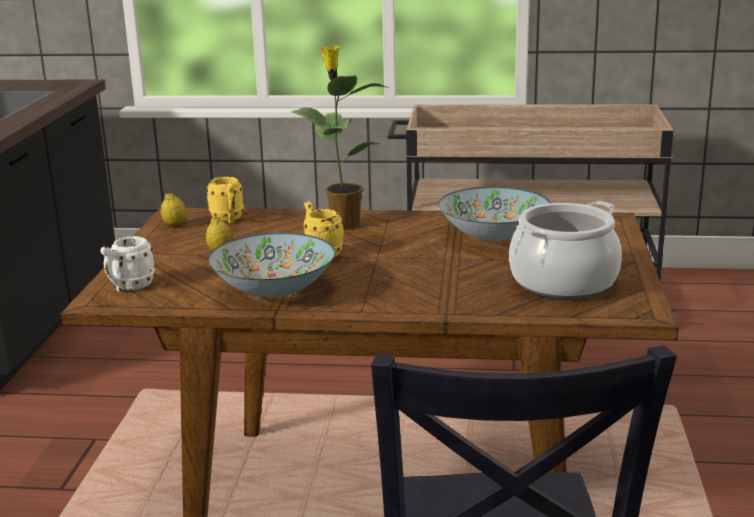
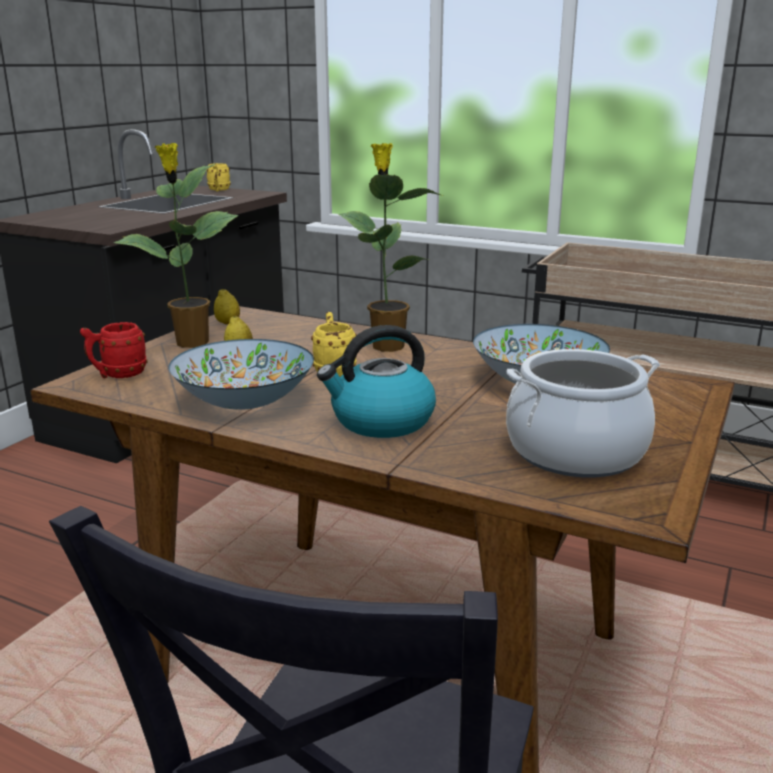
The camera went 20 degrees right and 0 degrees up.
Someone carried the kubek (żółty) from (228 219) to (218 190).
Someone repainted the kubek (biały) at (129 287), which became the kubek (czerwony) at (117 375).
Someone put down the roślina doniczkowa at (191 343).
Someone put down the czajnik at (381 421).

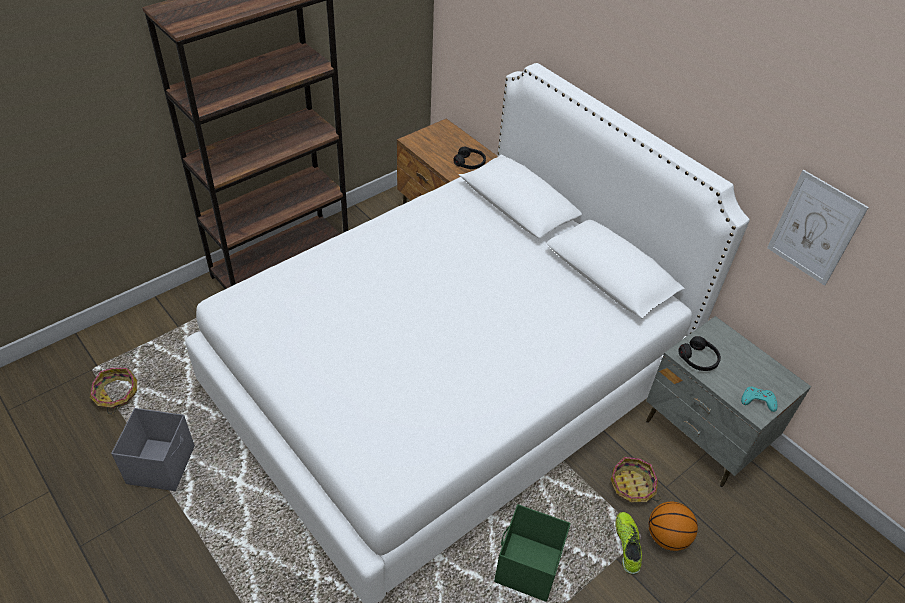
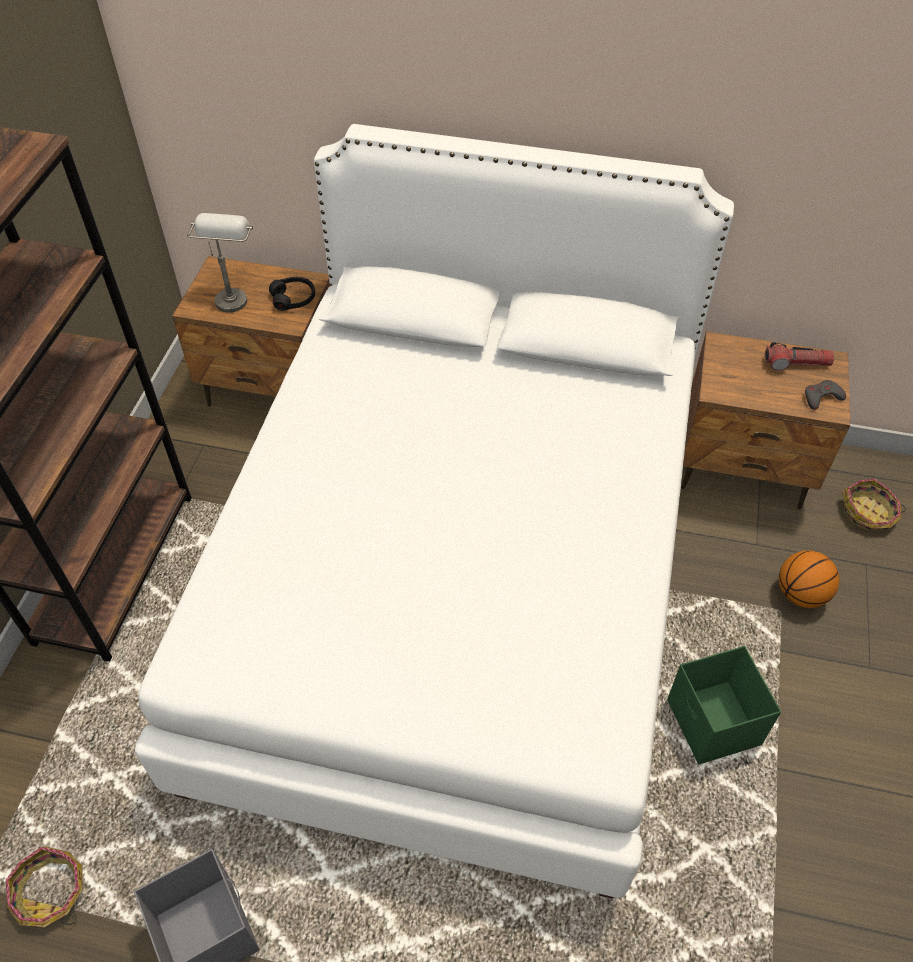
The camera went 35 degrees left and 5 degrees up.
Someone took away the obraz at (815 228).
Someone repainted the szafka nocna (szary) at (704 436), which became the szafka nocna (brązowy) at (743 468).
Someone took away the słuchawki (czarny) at (698 359).
Someone repainted the pad do gier (turkusowy) at (758 400), which became the pad do gier (szary) at (821 397).
Someone carried the koszyk from (632 486) to (868 513).
Someone took away the but at (627 545).
Someone put down the lampa stołowa (szary) at (233 294).
Someone put down the latarka at (796 364).

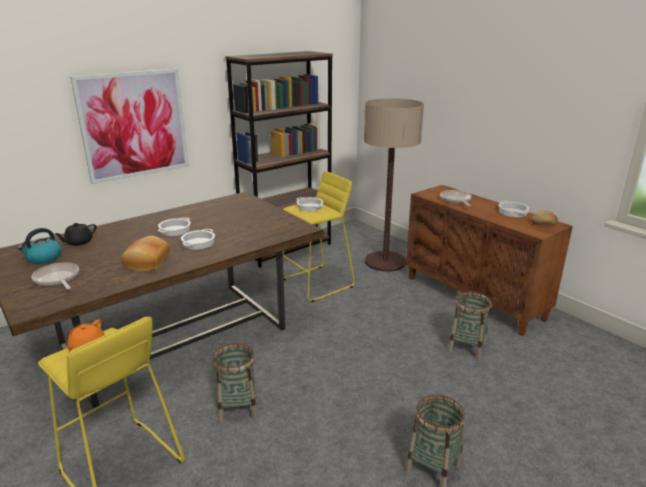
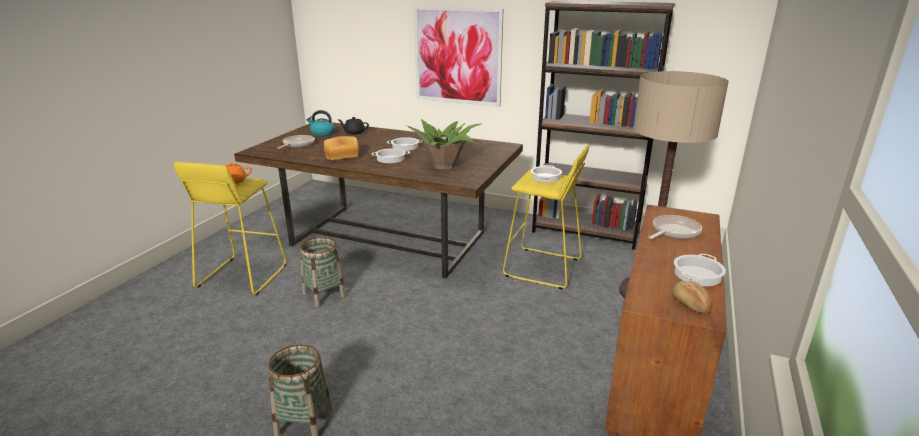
The camera went 60 degrees right and 0 degrees up.
Someone took away the koszyk at (467 347).
Someone put down the roślina doniczkowa at (445 166).

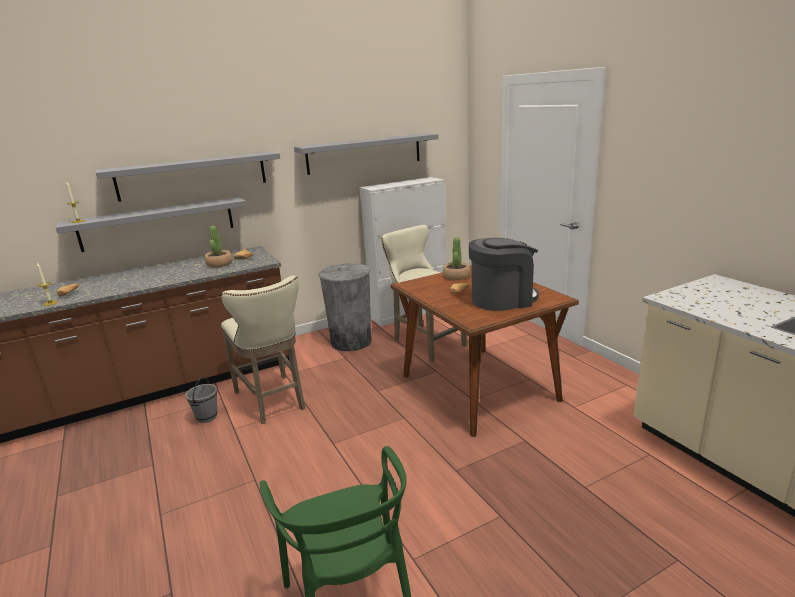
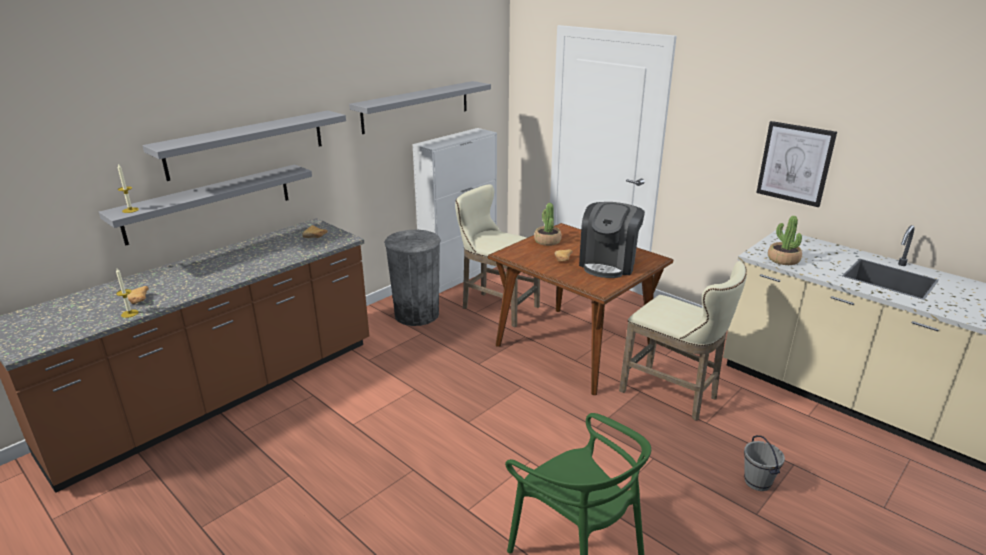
The camera went 20 degrees left and 5 degrees up.
Someone carried the roślina doniczkowa from (219 264) to (783 260).
Someone rotated the ekspres do kawy at (502 299) by 150 degrees clockwise.
Someone carried the stołek (beżowy) from (272 401) to (674 395).
Someone carried the wiadro (szary) from (206 417) to (757 482).
Someone put up the obraz at (795 163).

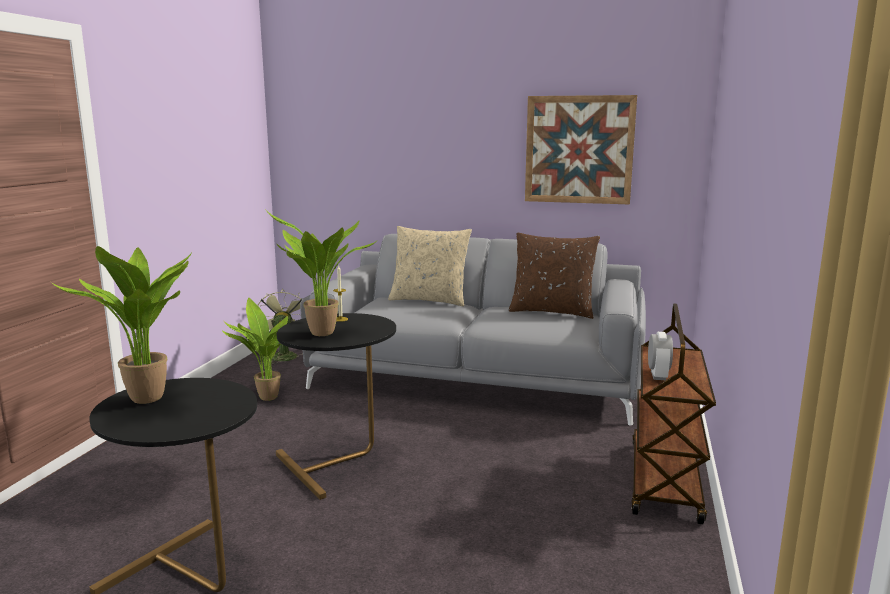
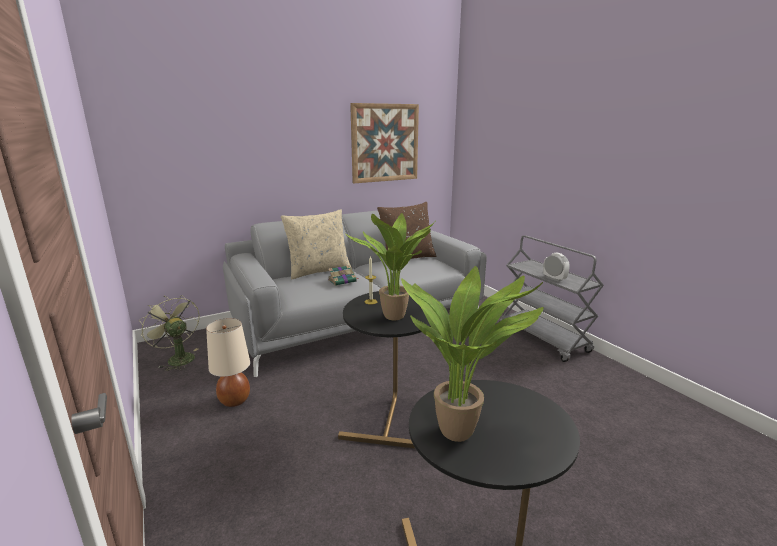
The camera went 45 degrees left and 5 degrees up.
Someone swapped the roślina doniczkowa at (265 398) for the lampa stołowa (beżowy) at (235 400).
Someone repainted the wózek (brązowy) at (665 482), which became the wózek (szary) at (543 339).
Someone put down the książka at (343 280).

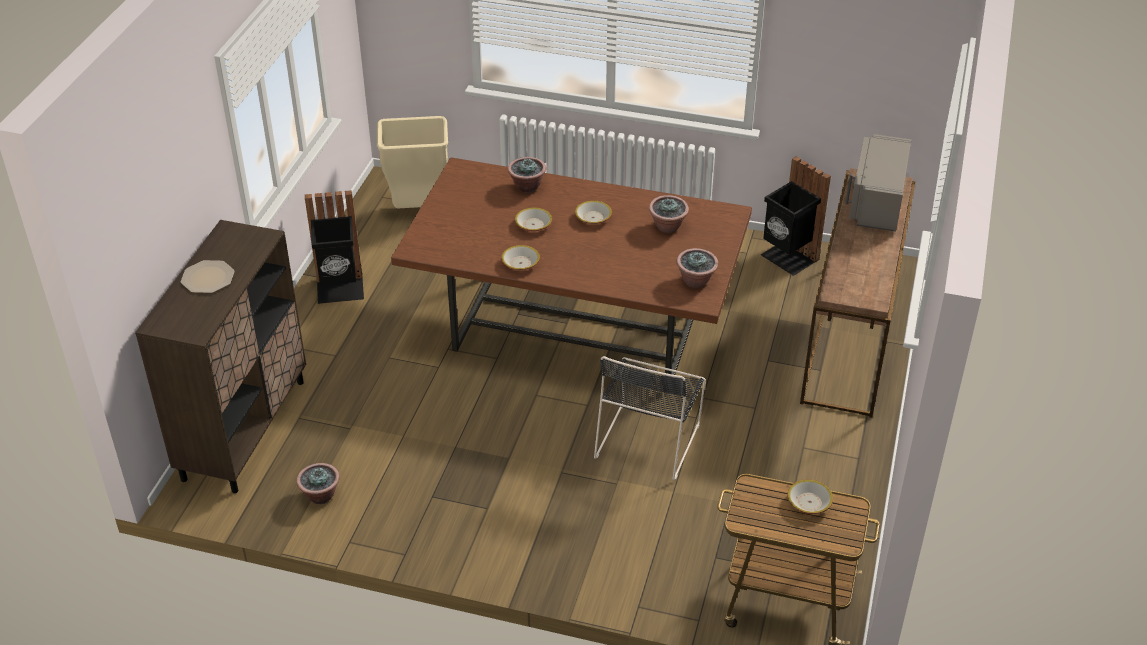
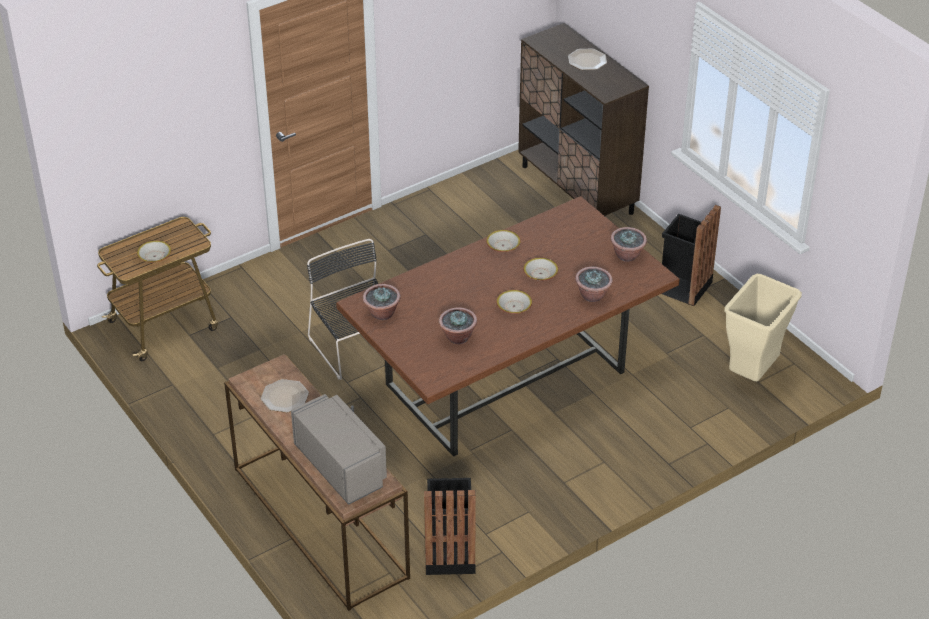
The camera went 130 degrees right and 0 degrees up.
Someone carried the roślina doniczkowa from (320 495) to (627 255).
Someone put down the talerz at (284 397).

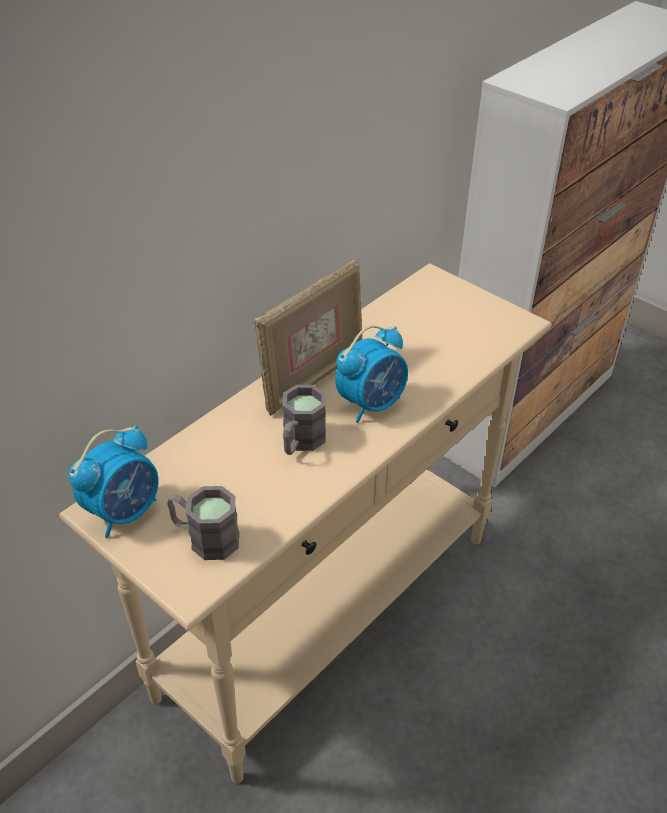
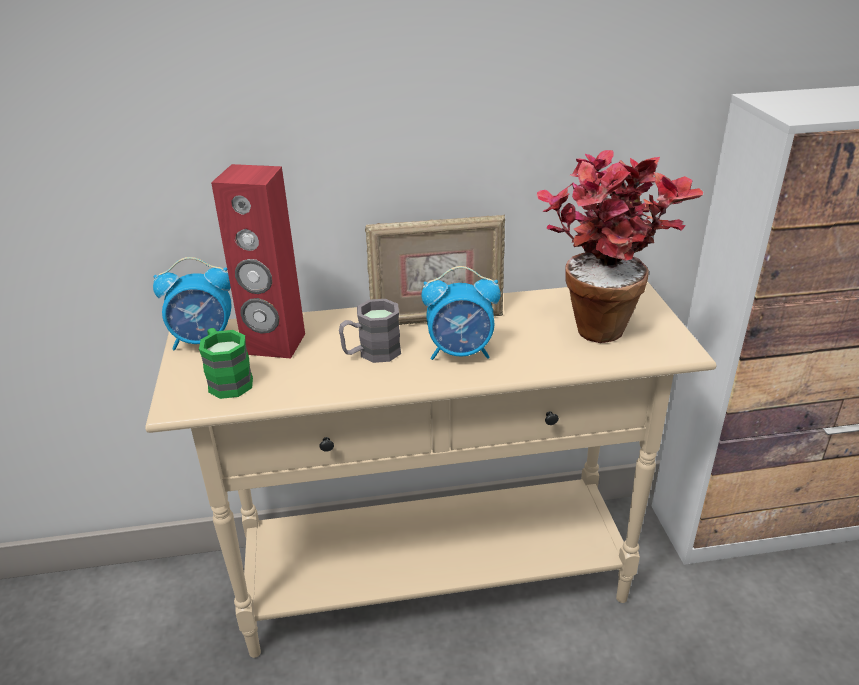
The camera went 40 degrees right and 10 degrees down.
Someone repainted the kubek (szary) at (205 537), which became the kubek (zielony) at (227 379).
Someone put down the roślina doniczkowa at (598 321).
Someone put down the głośnik (czerwony) at (274 344).

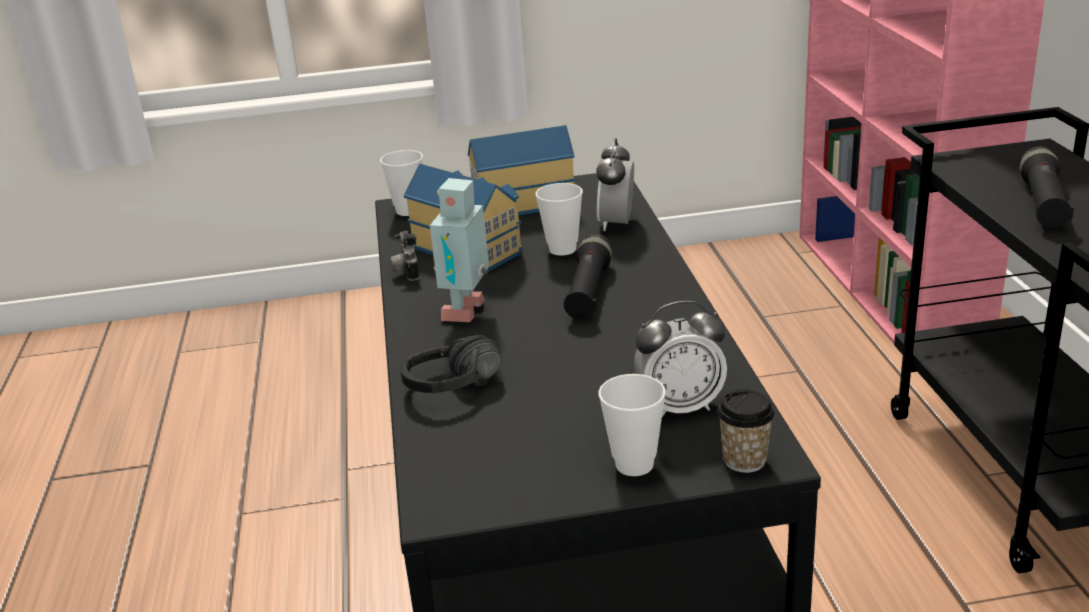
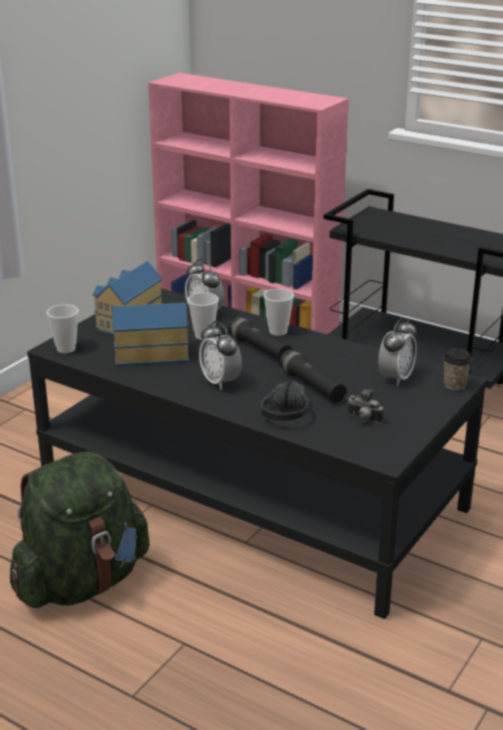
The camera went 50 degrees left and 0 degrees up.
Someone carried the latarka (czarny) from (1042 203) to (311 386).
Someone swapped the robot zabawkowy at (468 311) for the budzik at (220 382).
Someone carried the aparat fotograficzny from (406 272) to (363 420).
Someone carried the filiżanka from (634 464) to (278 331).
Someone put down the plecak (zielony) at (82 582).

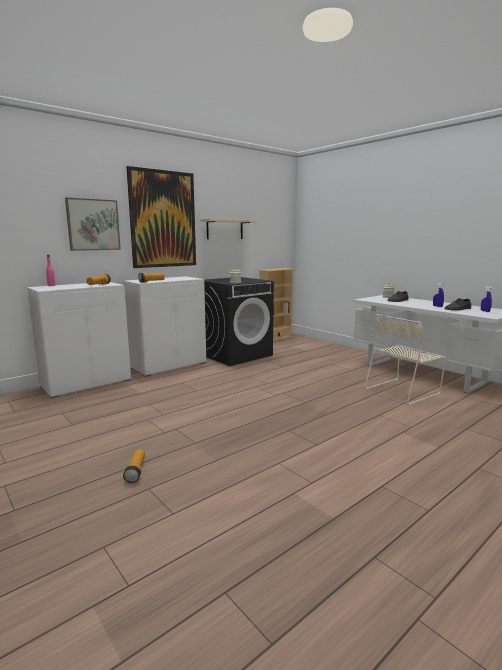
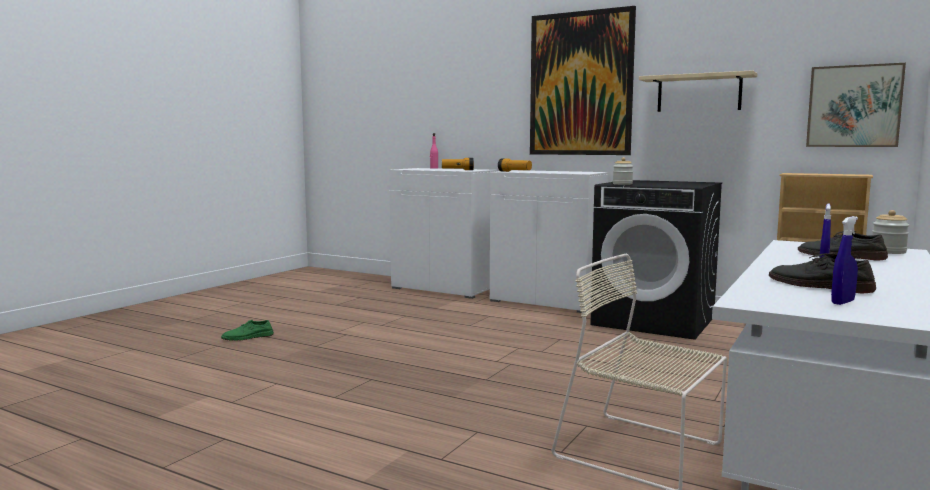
The camera went 70 degrees right and 5 degrees down.
Someone carried the obraz from (93 225) to (854 106).
Someone swapped the latarka at (136 471) for the but (zielony) at (247 337).

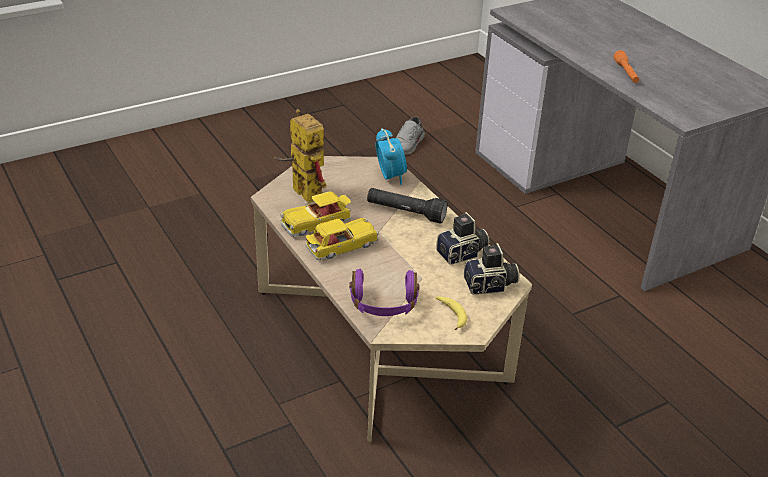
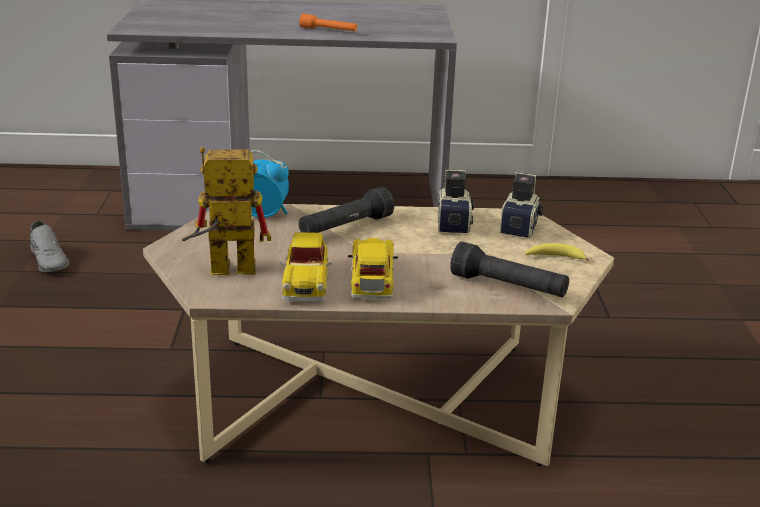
The camera went 60 degrees left and 10 degrees down.
Someone swapped the słuchawki (fioletowy) at (383 304) for the latarka (czarny) at (508 287).

